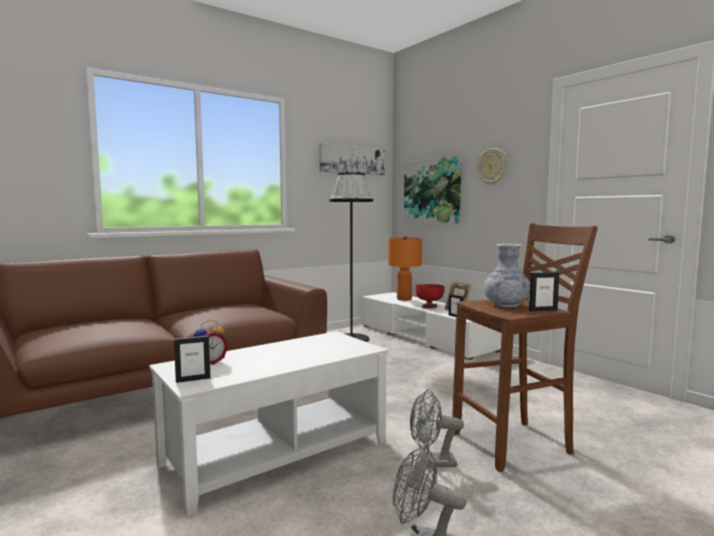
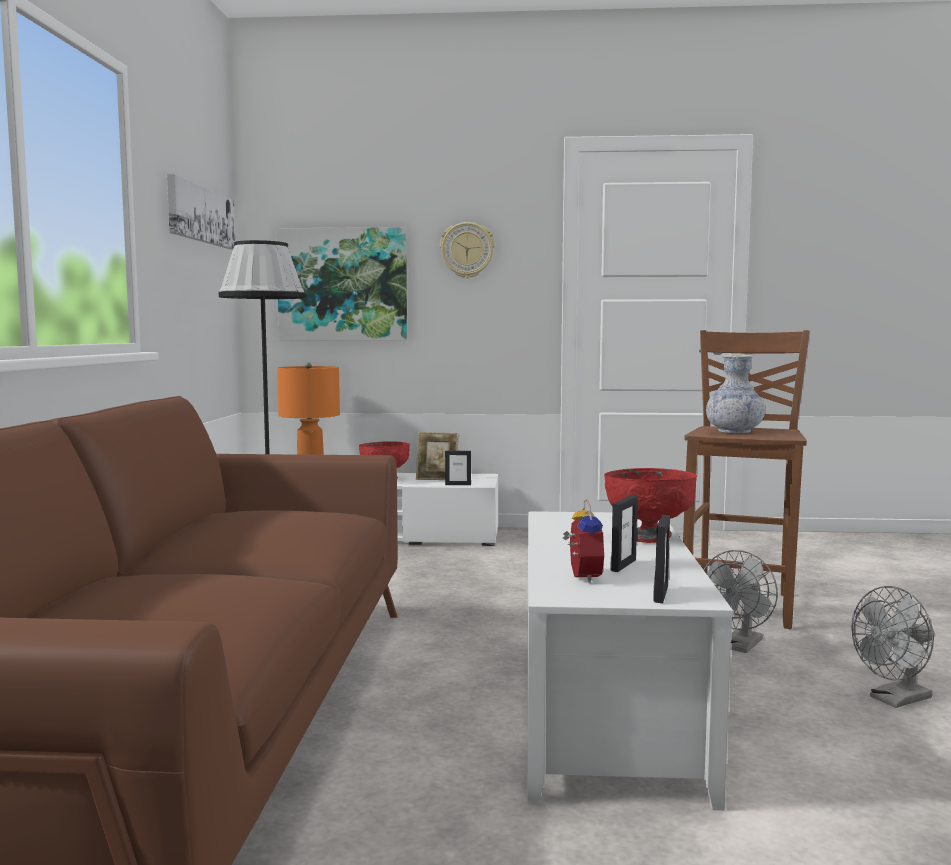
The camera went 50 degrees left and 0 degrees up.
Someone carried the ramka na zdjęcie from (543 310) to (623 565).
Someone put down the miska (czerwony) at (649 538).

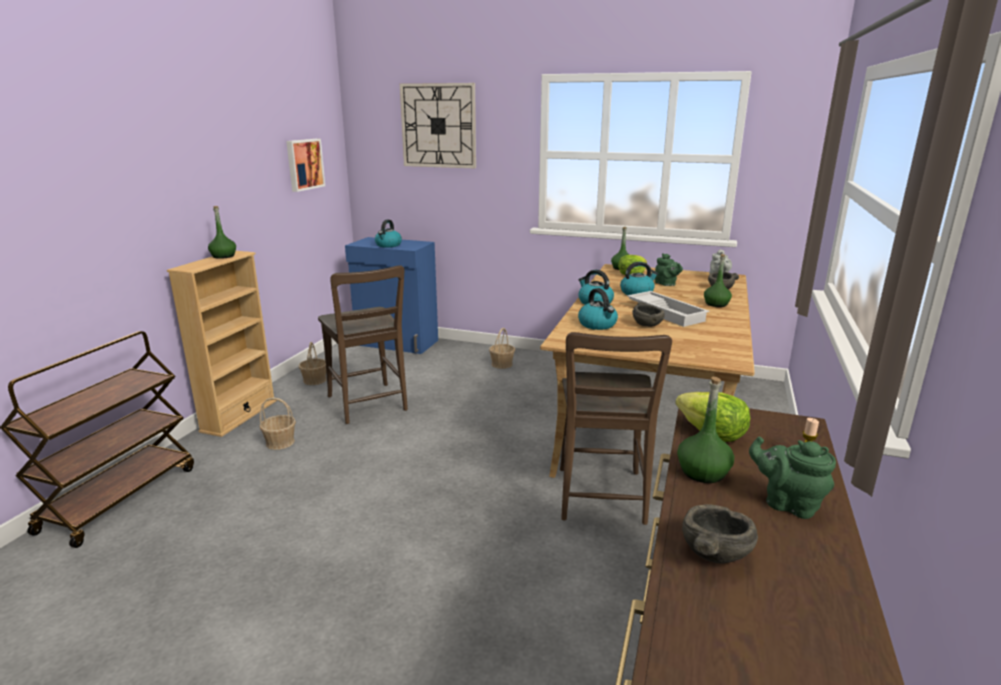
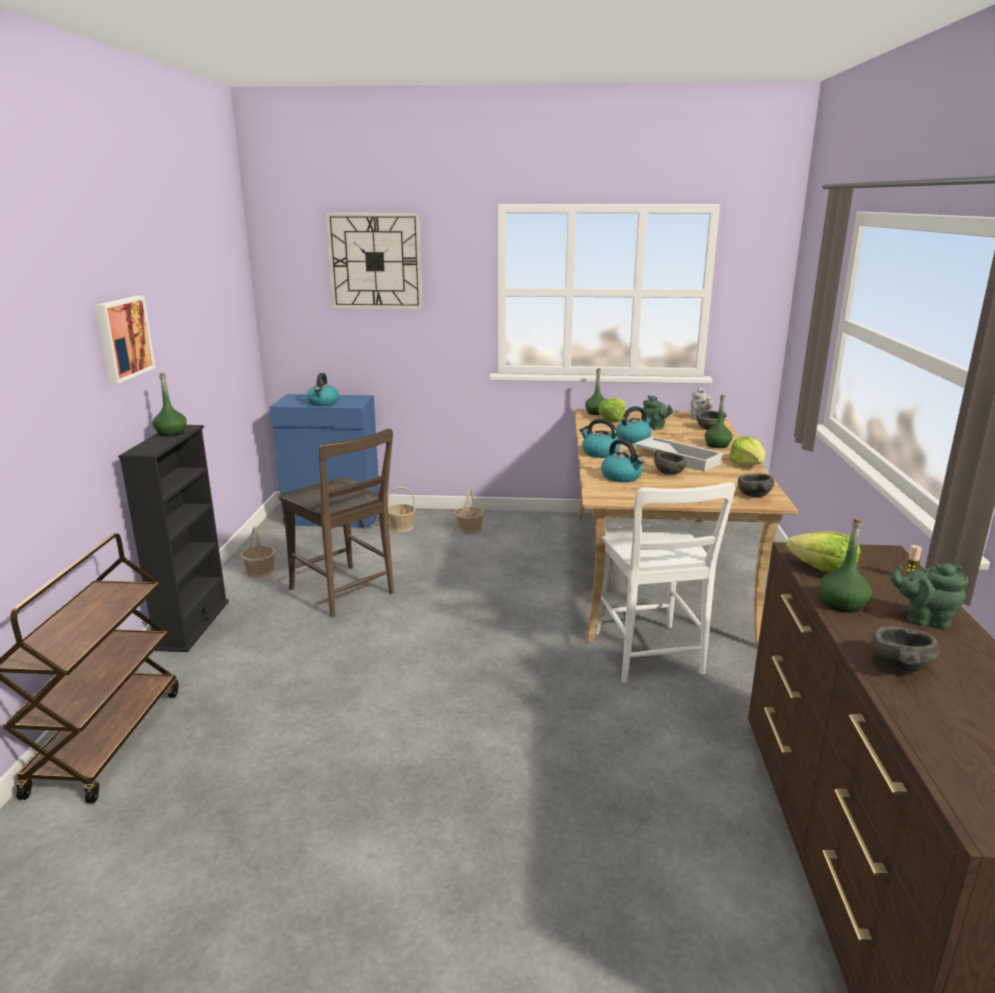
The camera went 15 degrees left and 0 degrees up.
Someone carried the obraz from (304 164) to (122 338).
Someone repainted the regał (beżowy) at (239 416), which became the regał (czarny) at (193 625).
Someone repainted the krzesło (brązowy) at (601 499), which became the krzesło (biały) at (649 656).
Someone carried the koszyk from (280 442) to (401 527).
Someone put down the sałata at (747 464).
Someone put down the miska (szary) at (754 495).

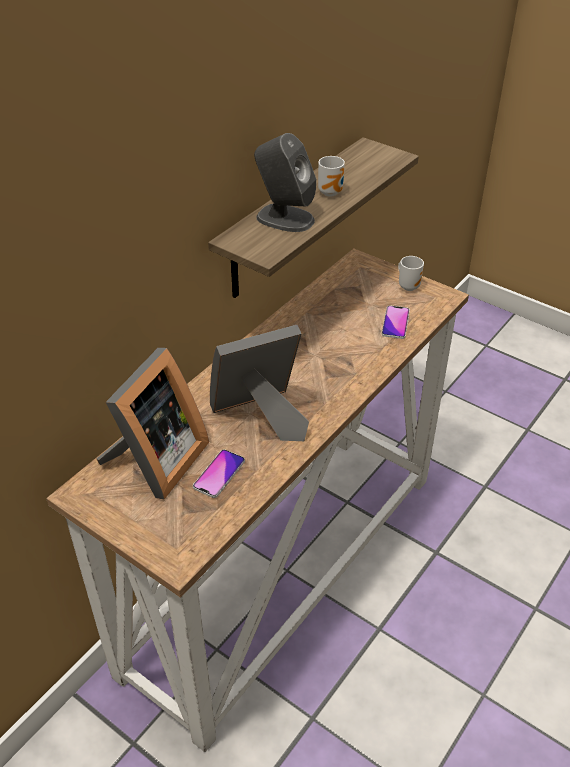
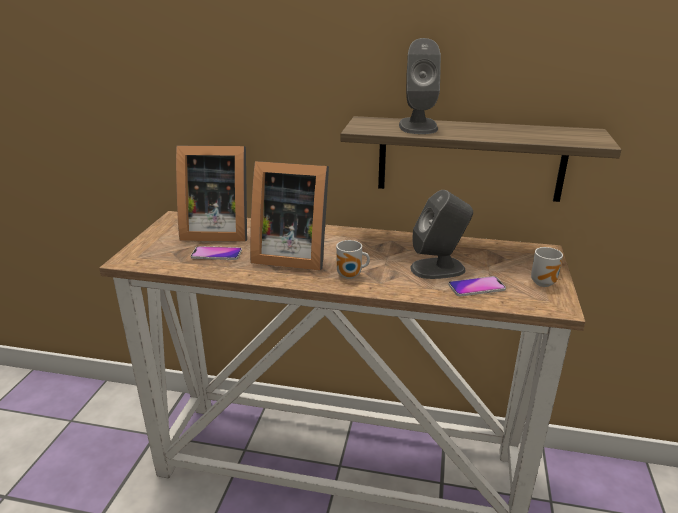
The camera went 65 degrees right and 15 degrees down.
Someone carried the kubek from (332 192) to (351 276).
Someone rotated the ramka na zdjęcie at (261 416) by 150 degrees clockwise.
Someone put down the głośnik (szary) at (438 268).

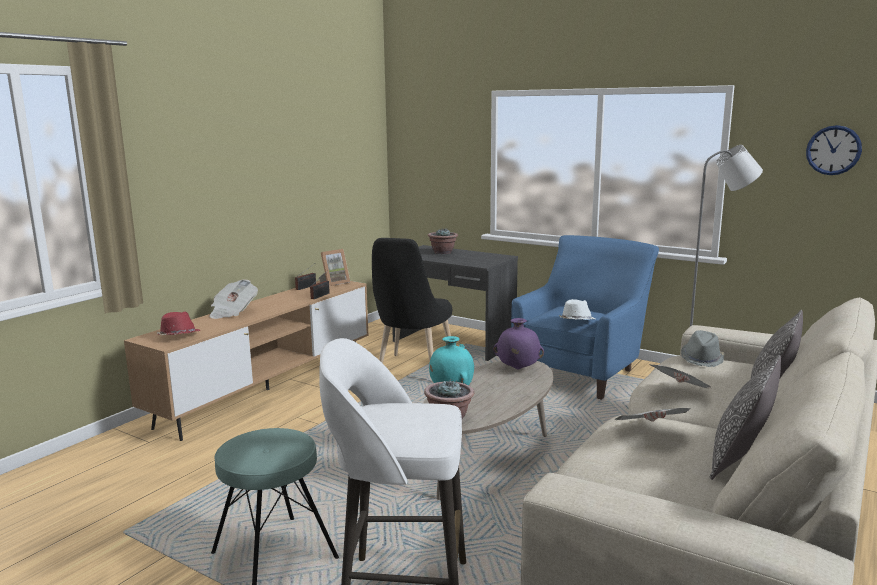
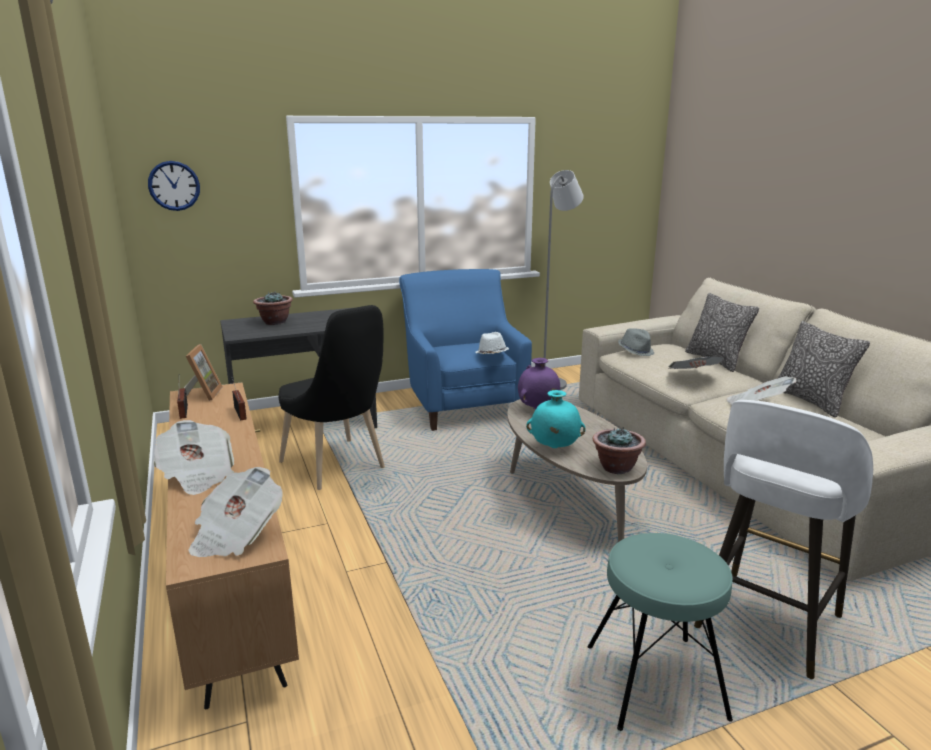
The camera went 55 degrees left and 5 degrees up.
Someone carried the zegar ścienny from (833 150) to (174 185).
Someone swapped the kapelusz (czerwony) at (178 336) for the gazeta at (236 535).

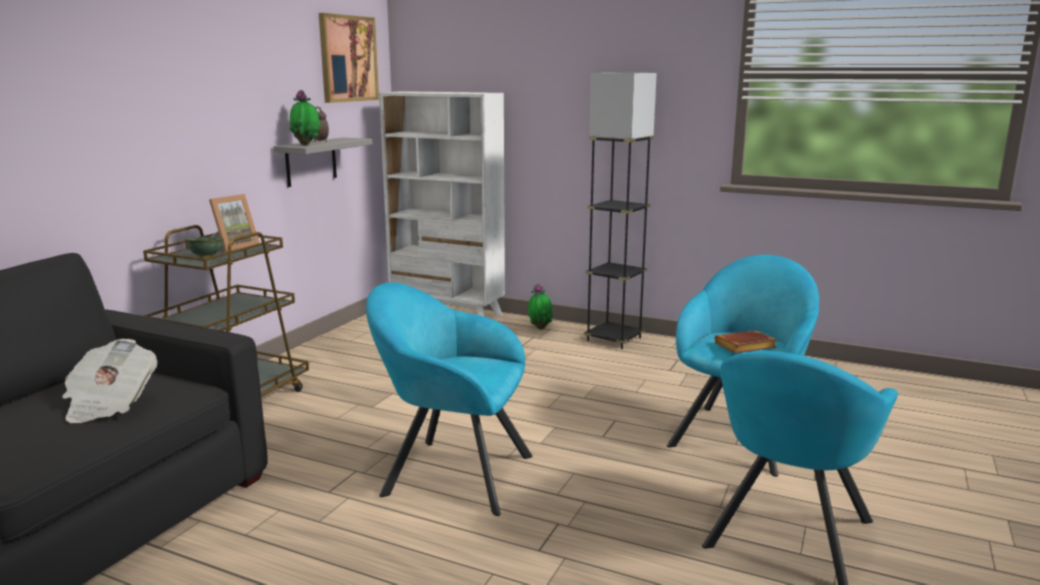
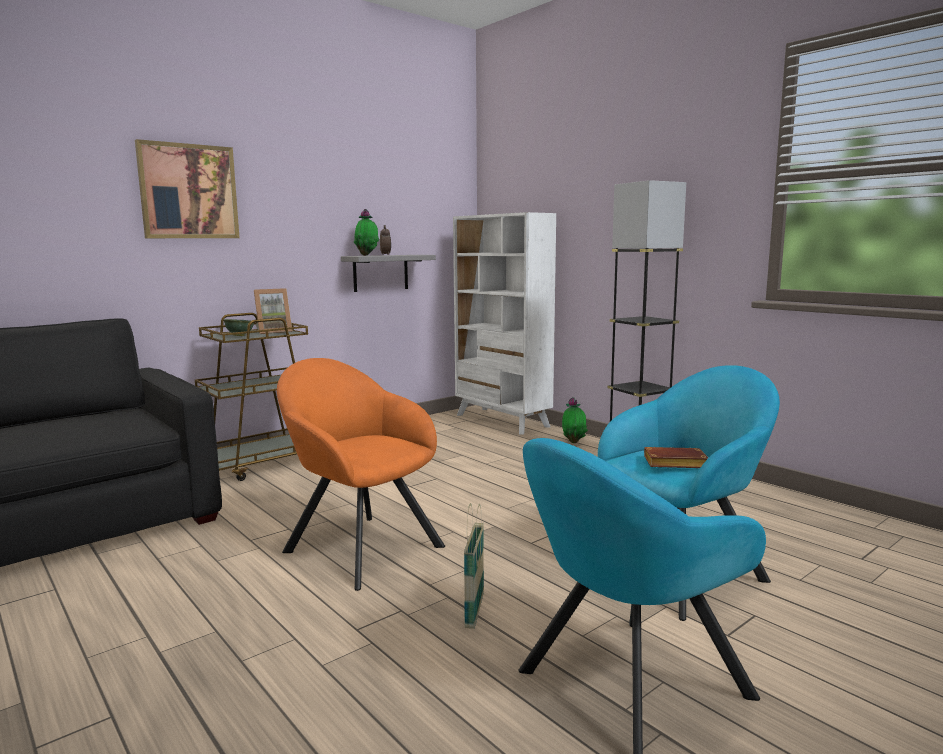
The camera went 25 degrees right and 5 degrees down.
Someone carried the obraz from (348 59) to (188 191).
Someone repainted the fotel (turkusowy) at (451 473), which became the fotel (pomarańczowy) at (358 546).
Someone took away the gazeta at (110 403).
Someone put down the koszyk at (474 610).

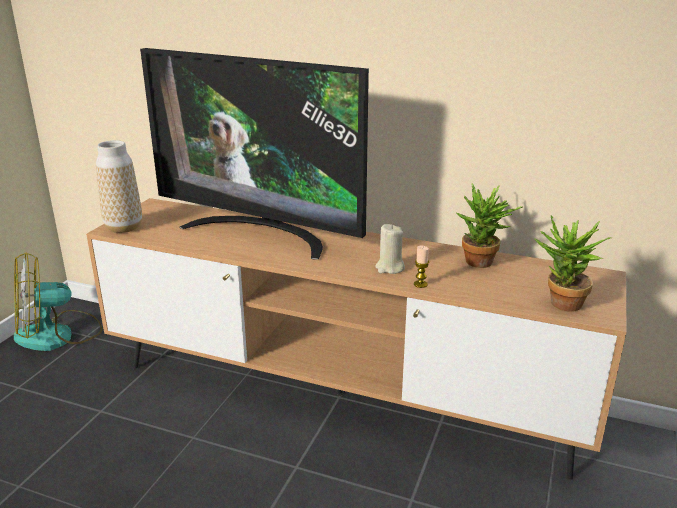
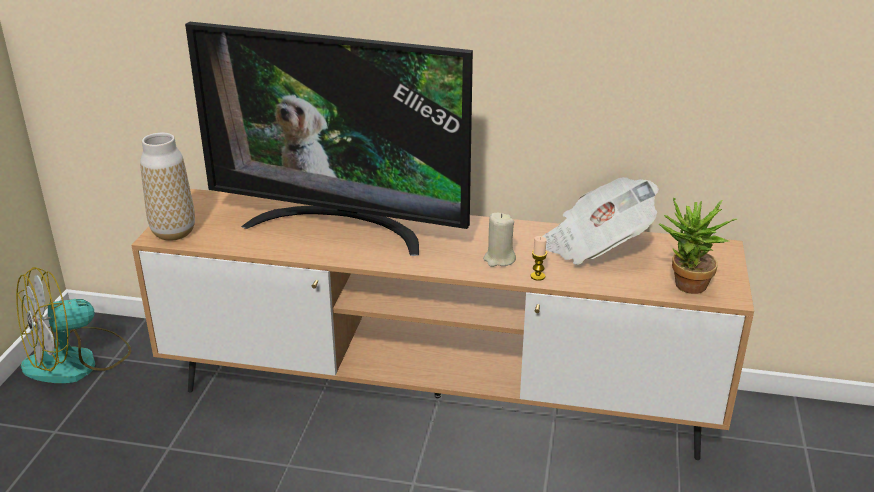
The camera went 10 degrees left and 5 degrees up.
Someone swapped the roślina doniczkowa at (482 264) for the gazeta at (595 245).

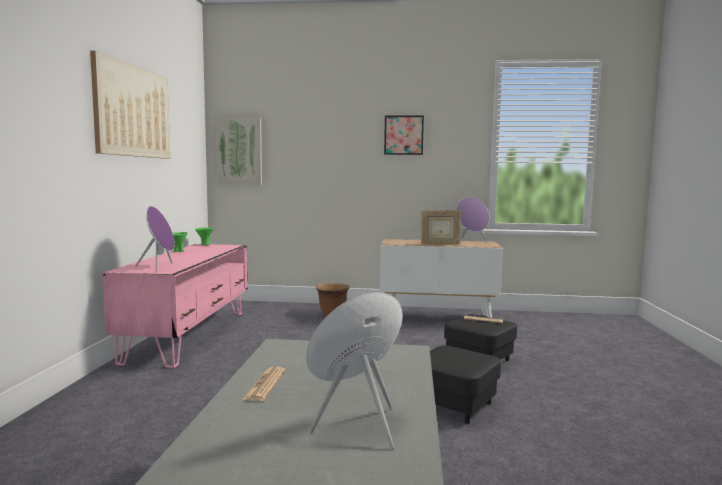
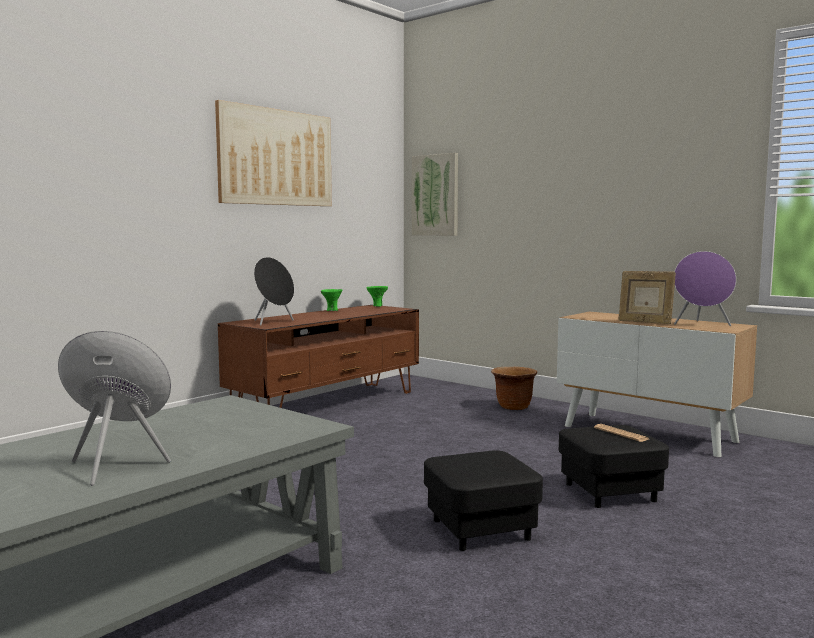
The camera went 35 degrees right and 0 degrees up.
Someone took away the obraz at (403 135).
Someone repainted the głośnik (fioletowy) at (159 267), which became the głośnik (czarny) at (273 322).
Someone repainted the szafka pod telewizor (różowy) at (189 335), which became the szafka pod telewizor (brązowy) at (328 405).
Someone took away the gazeta at (265 385).

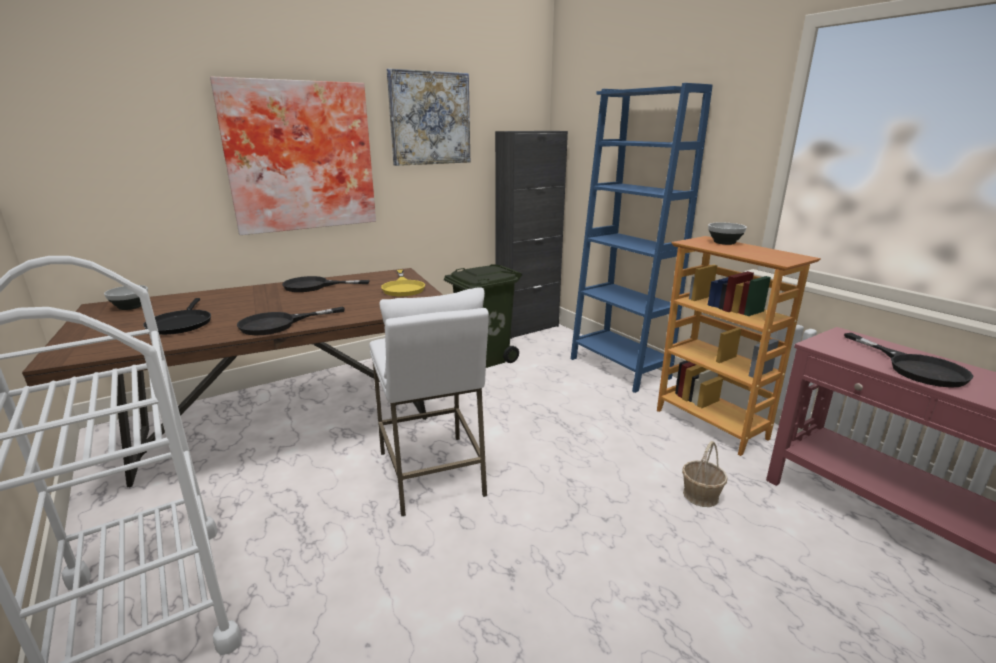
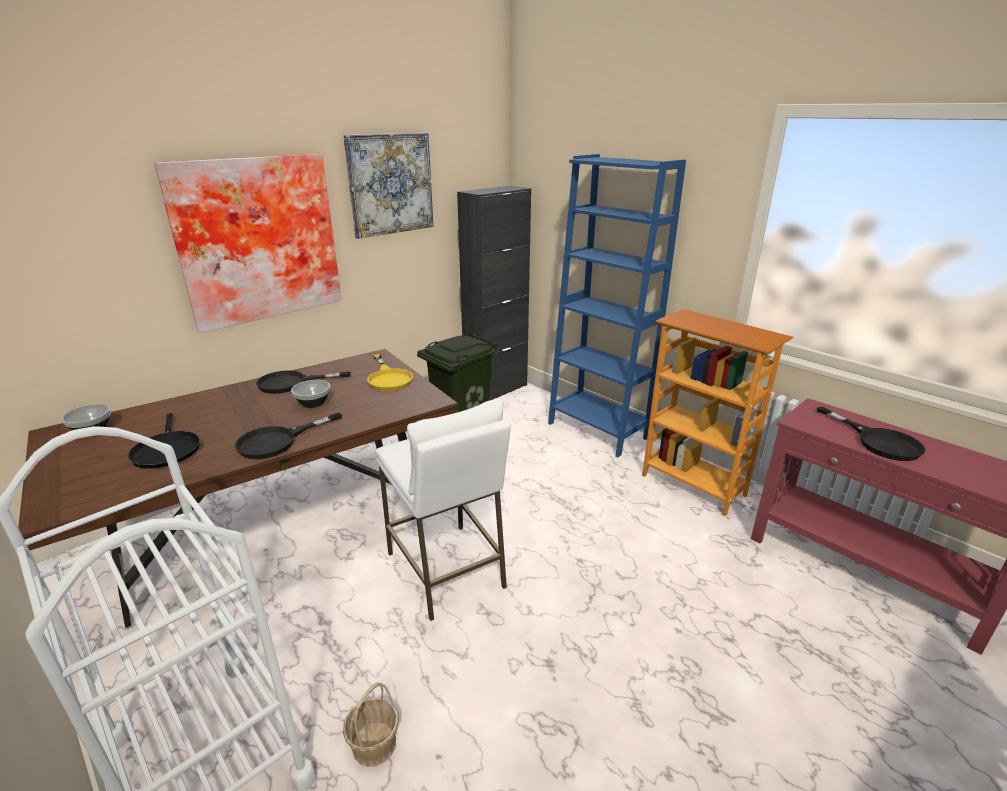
The camera went 10 degrees left and 5 degrees up.
Someone carried the miska from (724 242) to (313 403).
Someone carried the koszyk from (700 495) to (373 744).

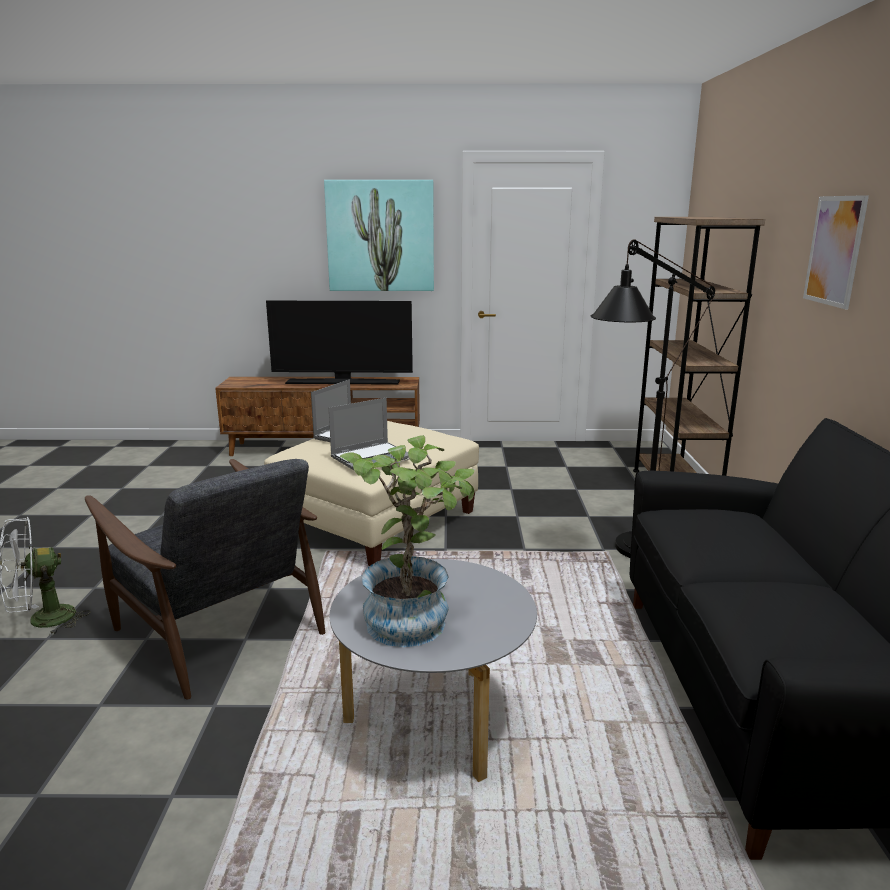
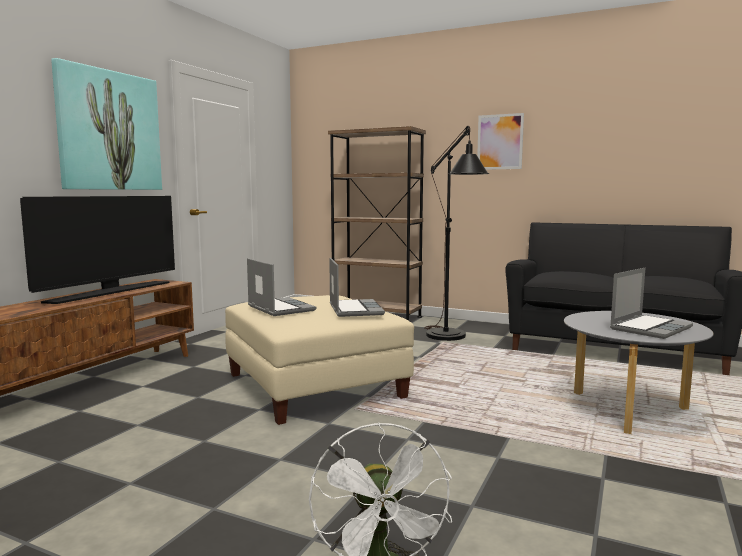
The camera went 65 degrees left and 10 degrees down.
Someone swapped the roślina doniczkowa at (414 618) for the laptop at (650 328).
Someone took away the fotel (szary) at (217 627).

